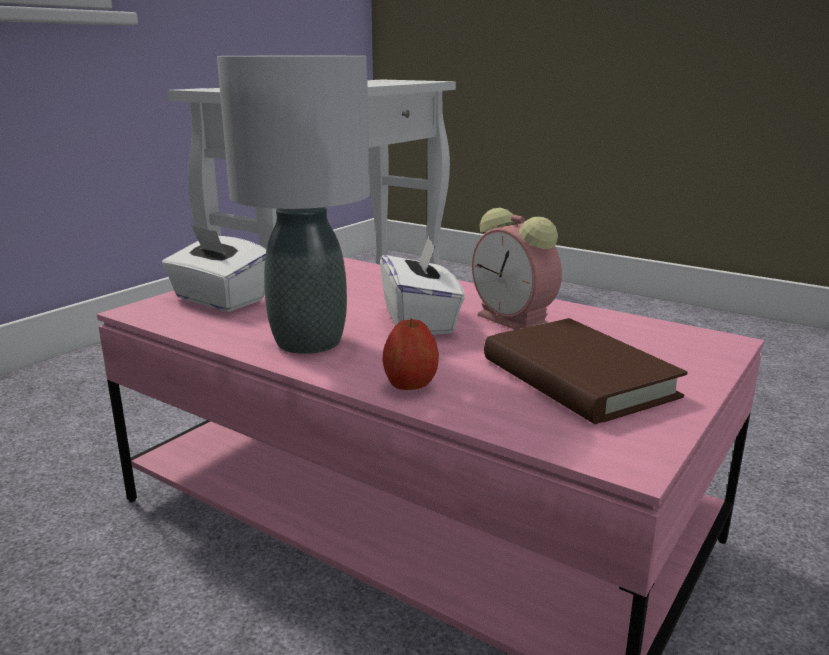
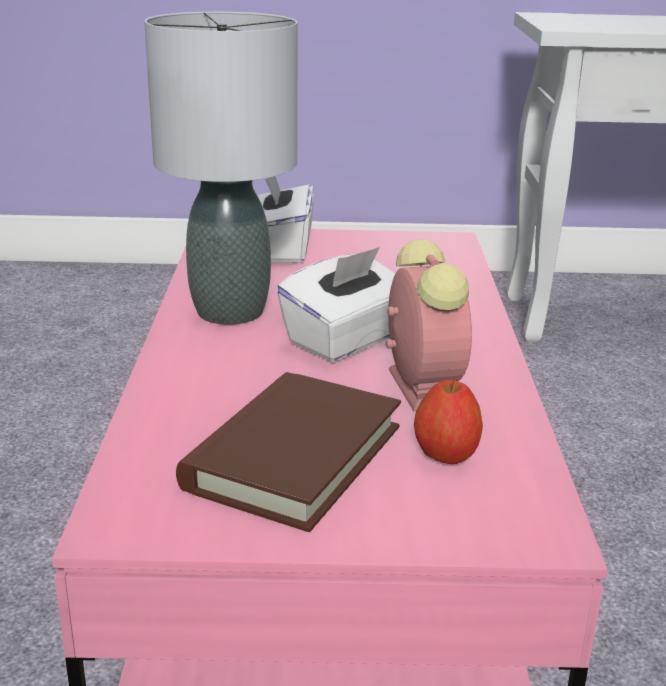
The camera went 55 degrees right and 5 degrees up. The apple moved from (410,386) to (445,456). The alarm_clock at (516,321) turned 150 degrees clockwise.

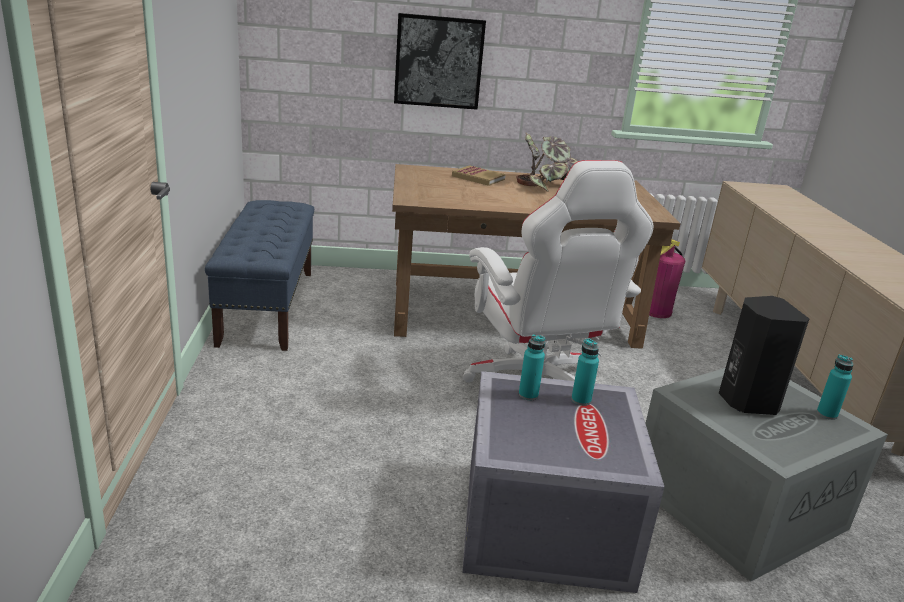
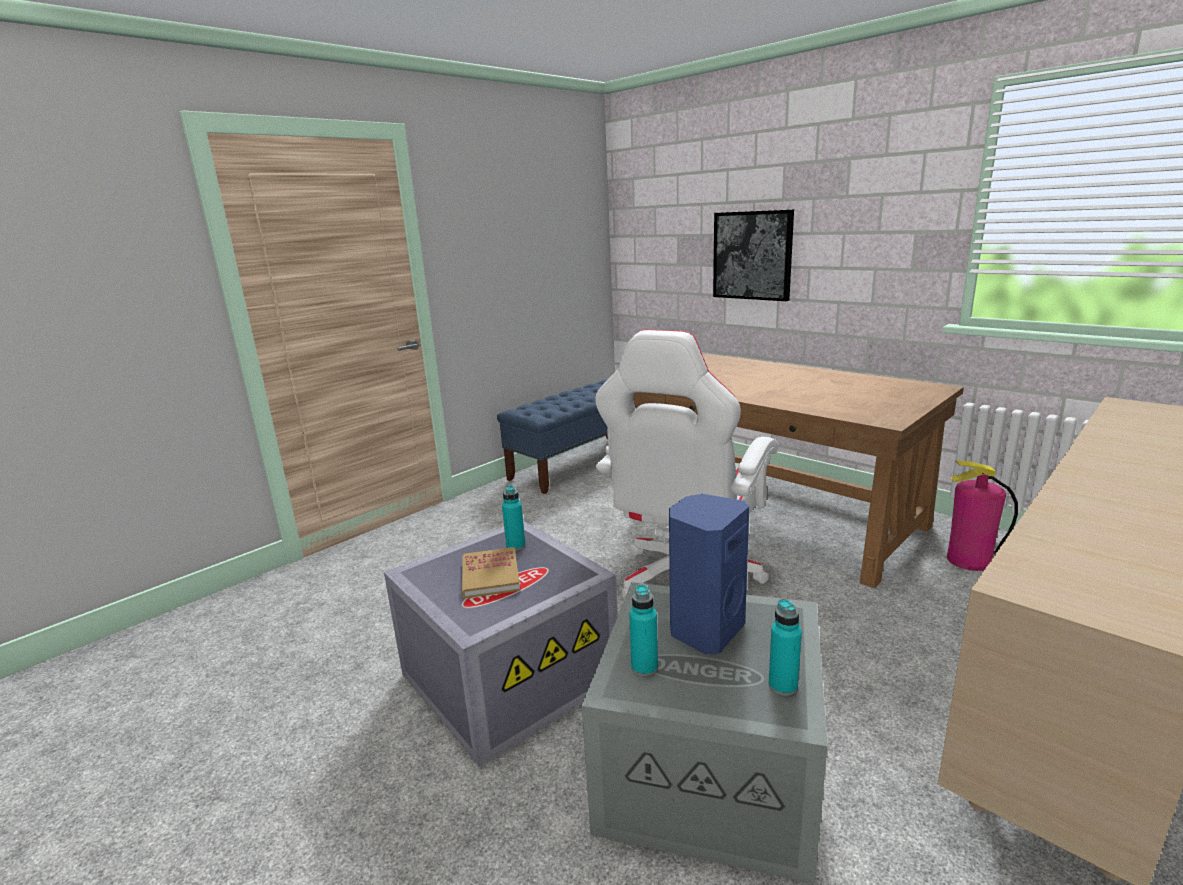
The camera went 50 degrees right and 5 degrees down. The potted_plant at (547,186) disappeared. The book moved from (478,178) to (490,575). The turquoise_bottle moved from (581,400) to (644,667). The black_speaker at (745,401) became the blue_speaker at (704,630).

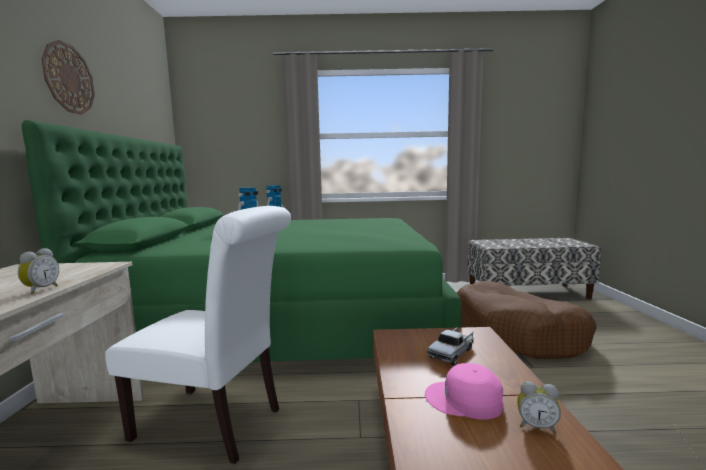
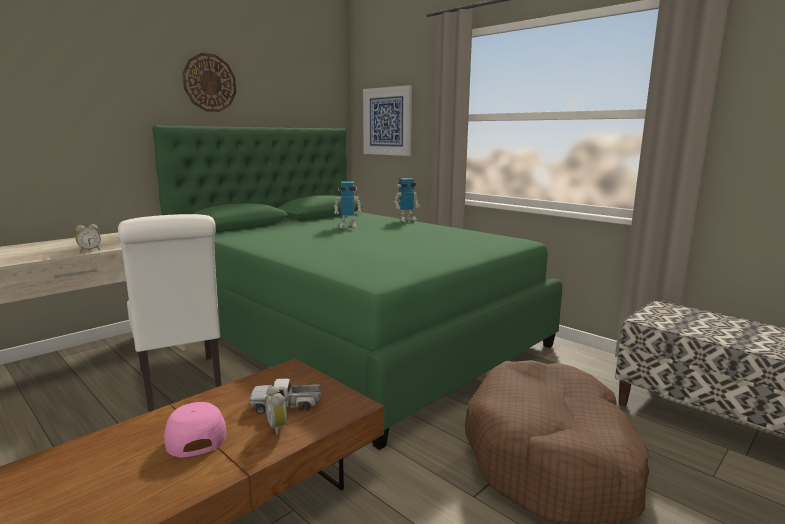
The camera went 45 degrees right and 5 degrees up. The picture at (387,121) appeared. The alarm_clock moved from (536,426) to (278,427).

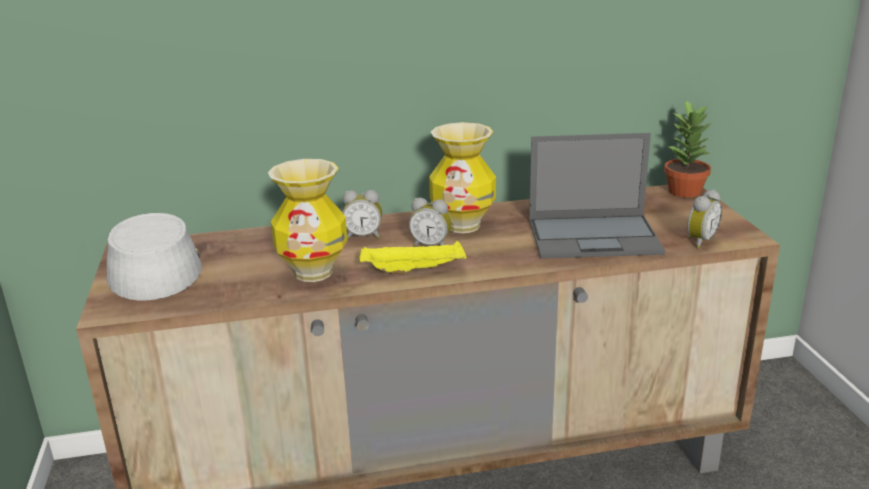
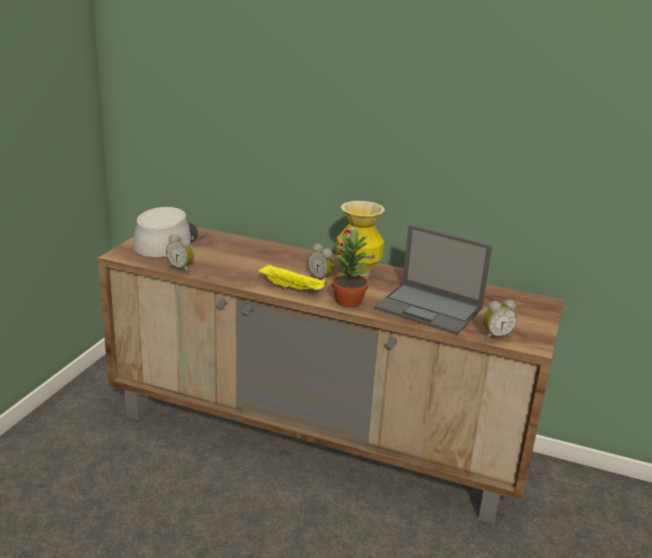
The camera went 30 degrees right and 0 degrees up. The vase at (314,273) disappeared. The alarm_clock moved from (363,236) to (182,268). The potted_plant moved from (685,191) to (349,301).

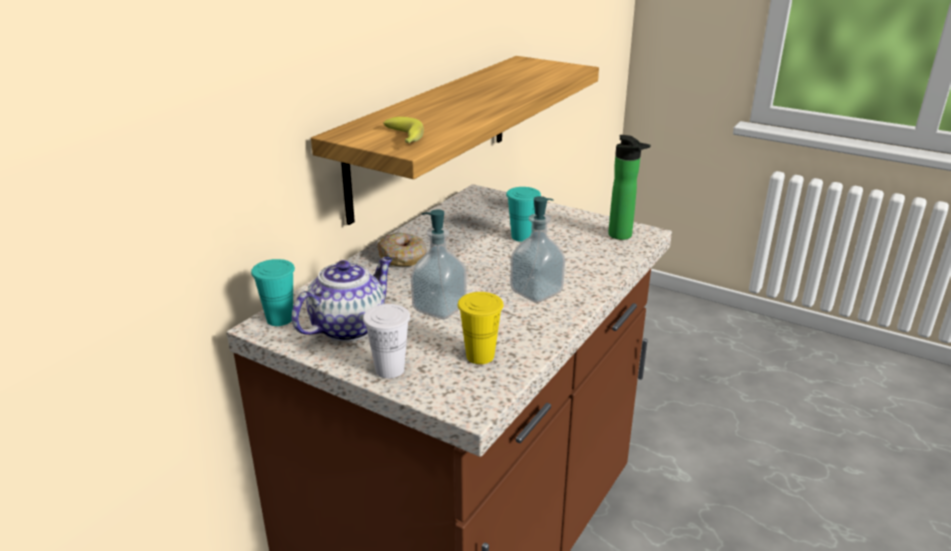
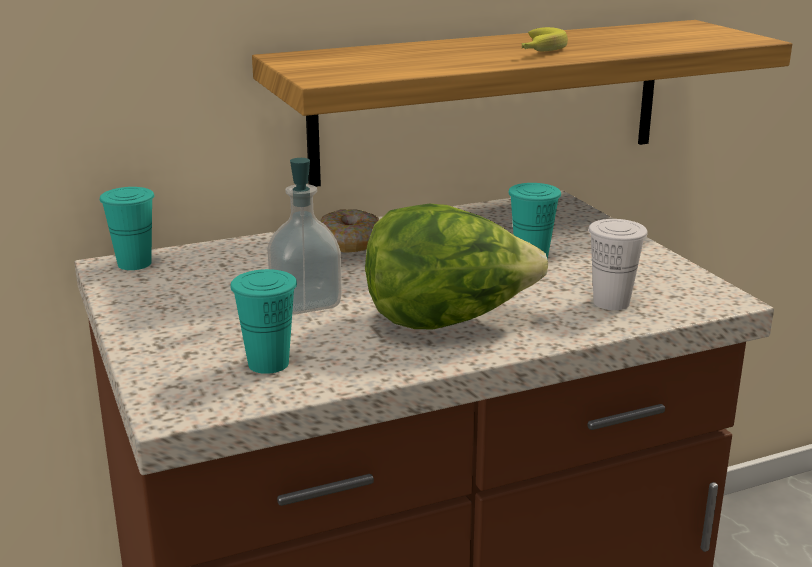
The camera went 35 degrees right and 5 degrees down. The teapot at (349,326) disappeared. The bottle at (622,236) disappeared. The white_cup moved from (390,369) to (611,302). The banana moved from (404,139) to (537,50). The soap_dispenser at (536,292) was replaced by the lettuce at (448,321). The yellow_cup at (480,356) became the turquoise_cup at (268,364).

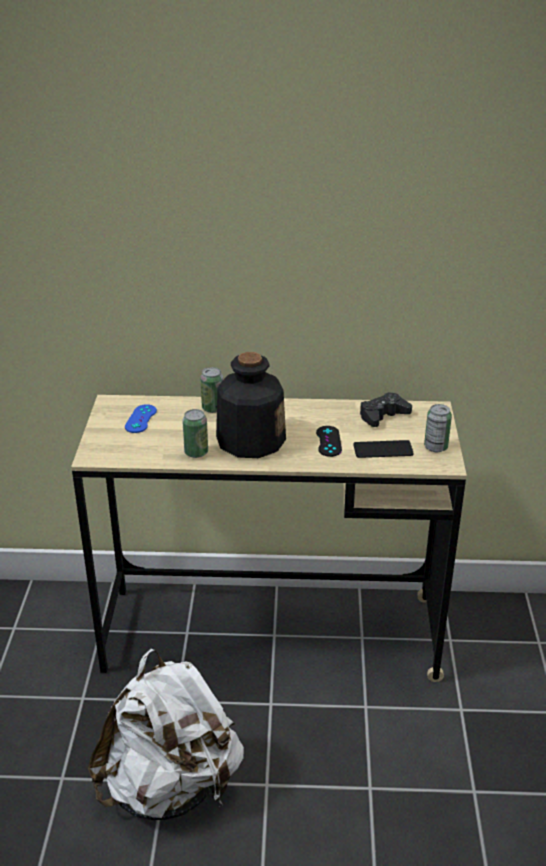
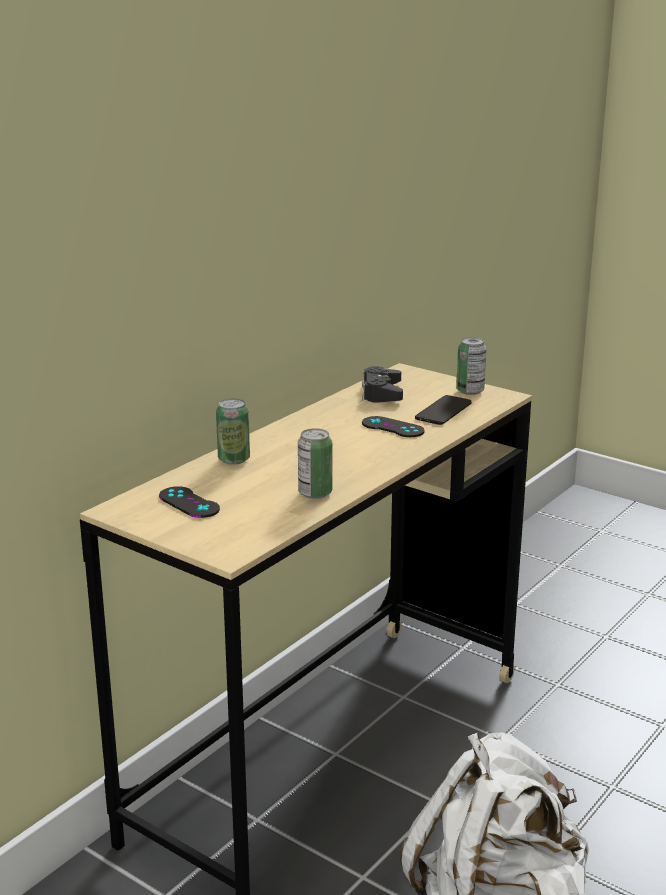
The camera went 55 degrees left and 10 degrees down. The bottle at (250,440) disappeared. The blue_game_controller at (141,419) became the black_game_controller at (189,503).

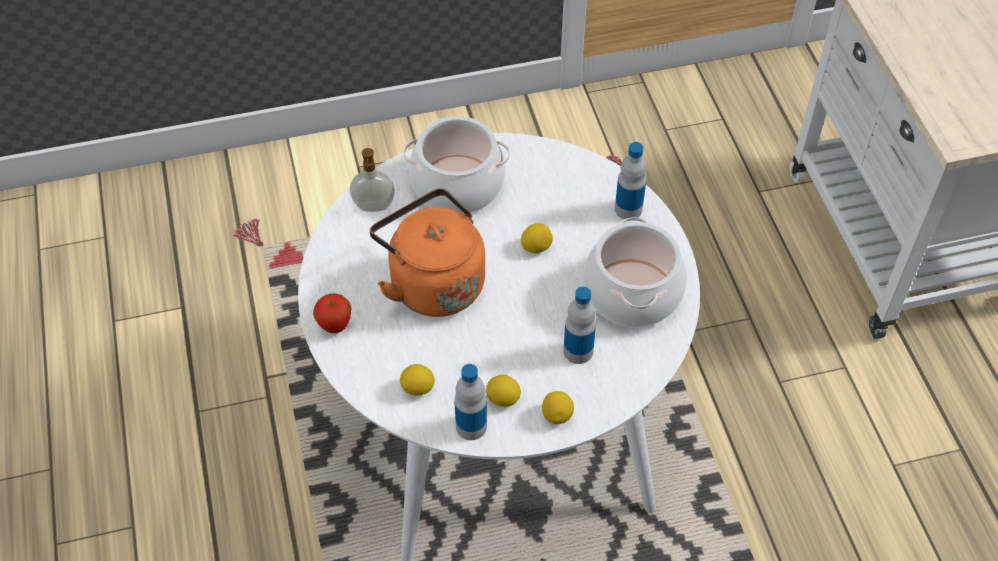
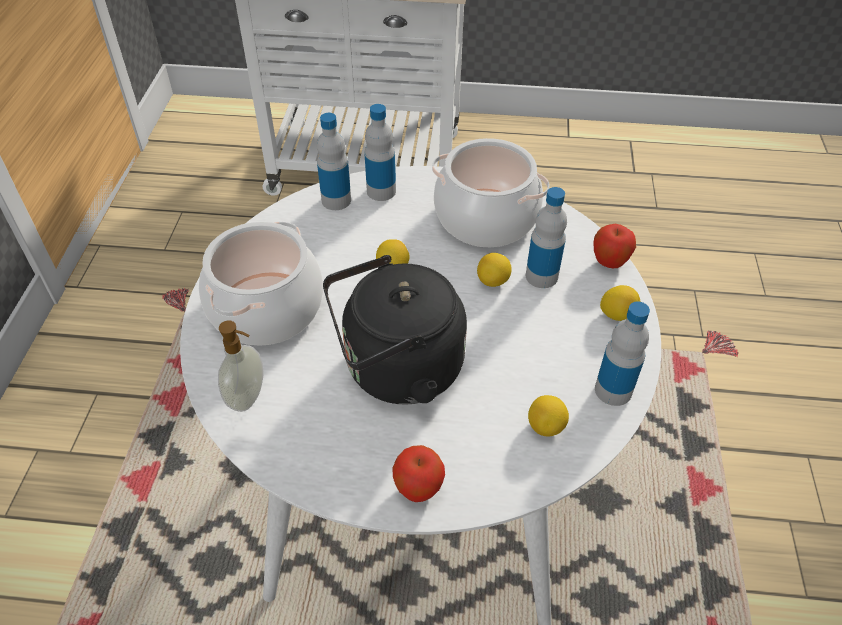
The camera went 70 degrees left and 5 degrees down. The bottle at (336,200) appeared. The apple at (609,263) appeared. The lemon moved from (503,399) to (493,281). The orange_kettle at (432,282) became the black_kettle at (397,370).

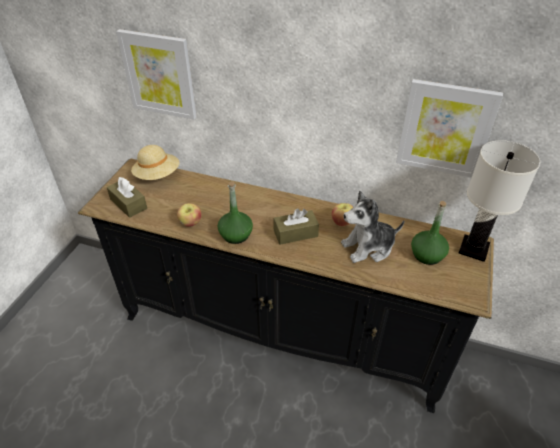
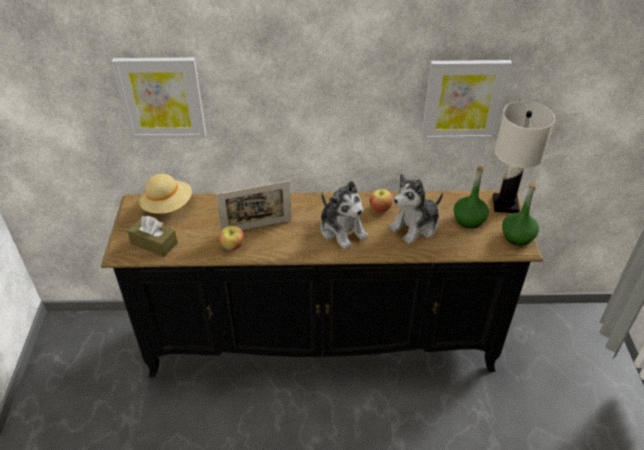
The camera went 20 degrees left and 0 degrees up. The picture_frame at (257,226) appeared. The green_bottle moved from (236,235) to (517,236). The brown_tissue_box at (295,233) was replaced by the plush_toy at (342,230).

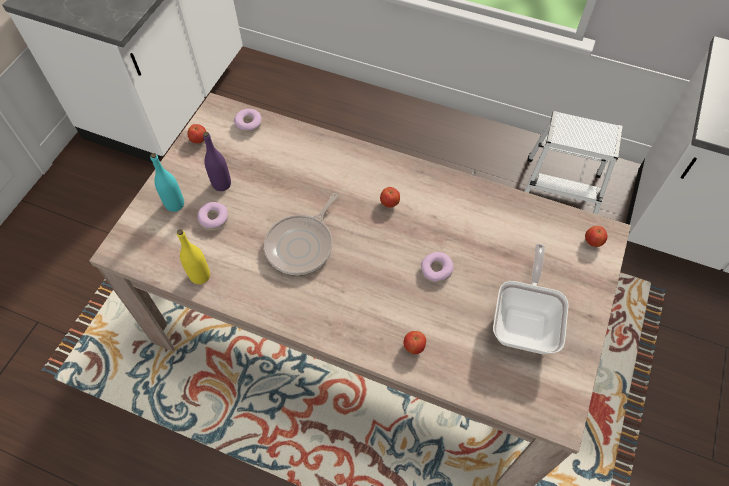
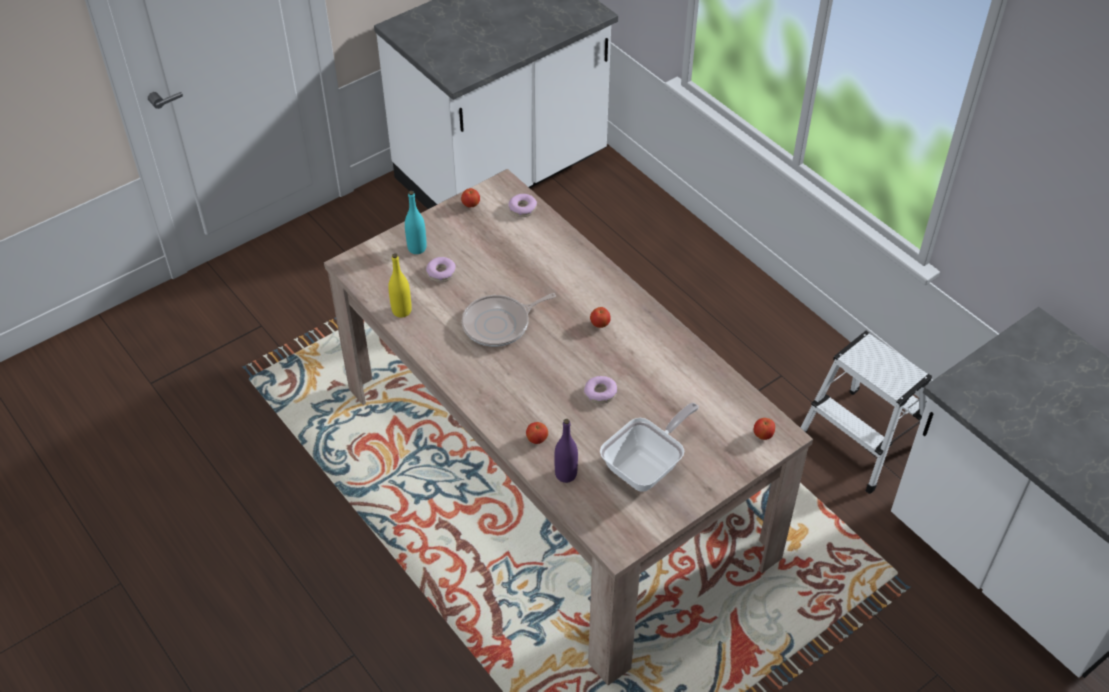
The camera went 30 degrees right and 10 degrees down. The purple_bottle moved from (222,184) to (566,474).

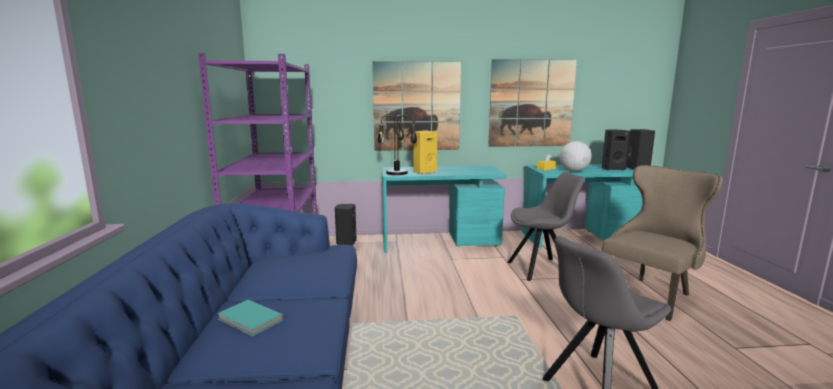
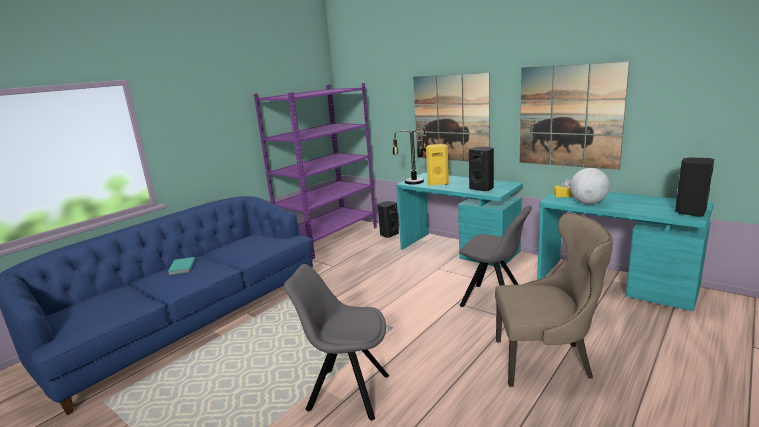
The camera went 45 degrees right and 5 degrees up. The black_speaker moved from (612,169) to (482,188).

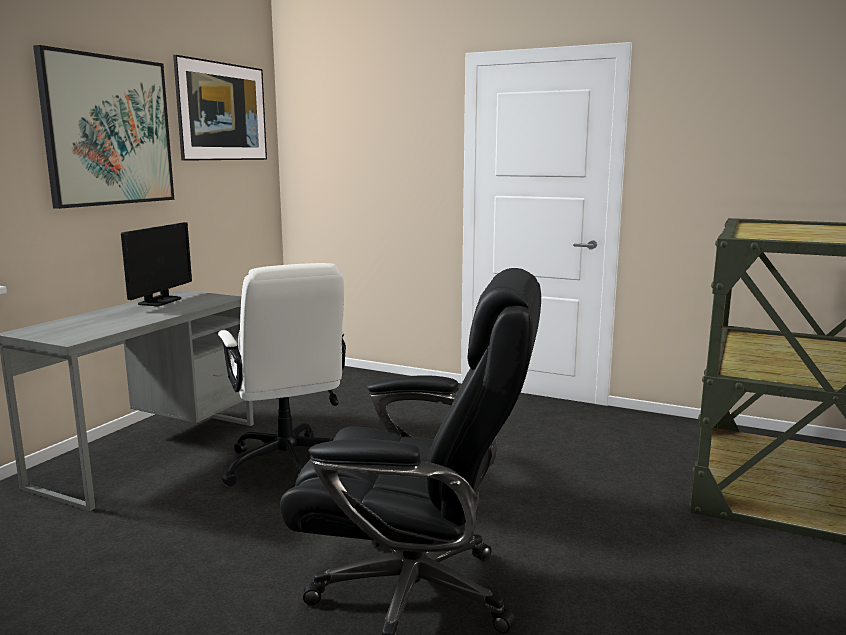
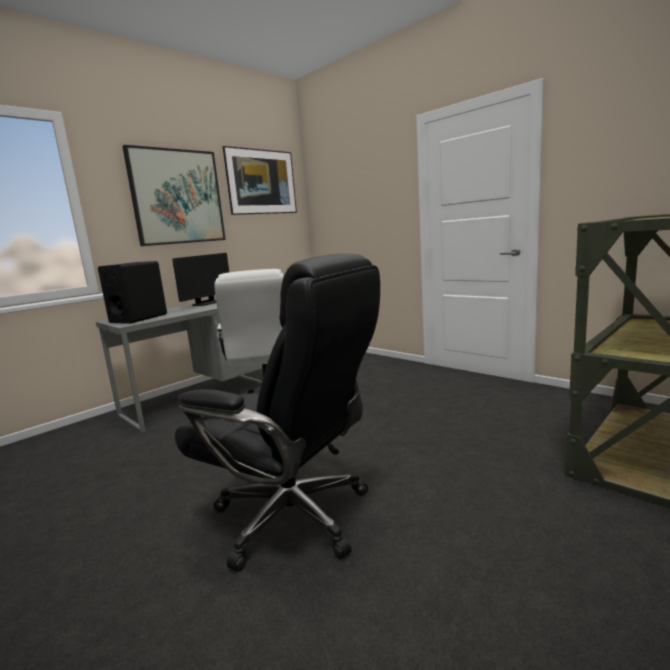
The camera went 20 degrees right and 0 degrees up. The black_speaker at (139,318) appeared.

